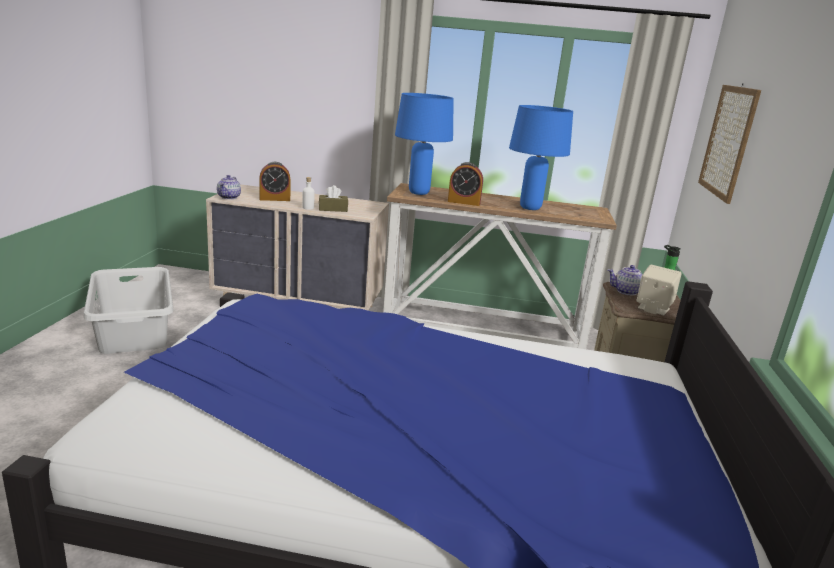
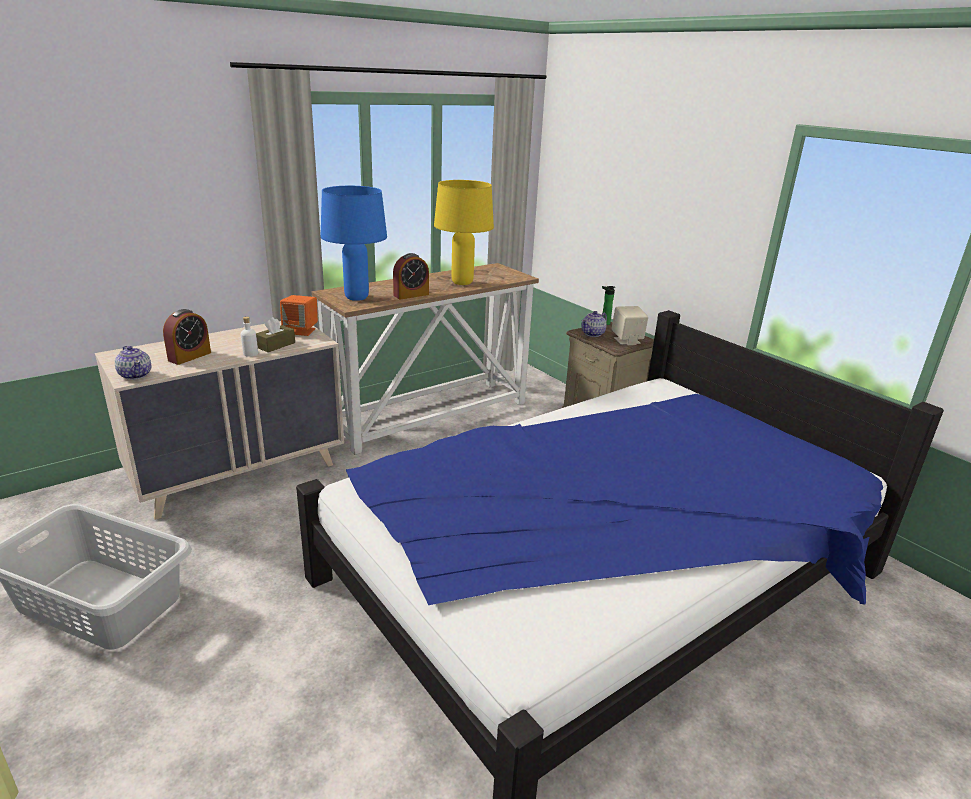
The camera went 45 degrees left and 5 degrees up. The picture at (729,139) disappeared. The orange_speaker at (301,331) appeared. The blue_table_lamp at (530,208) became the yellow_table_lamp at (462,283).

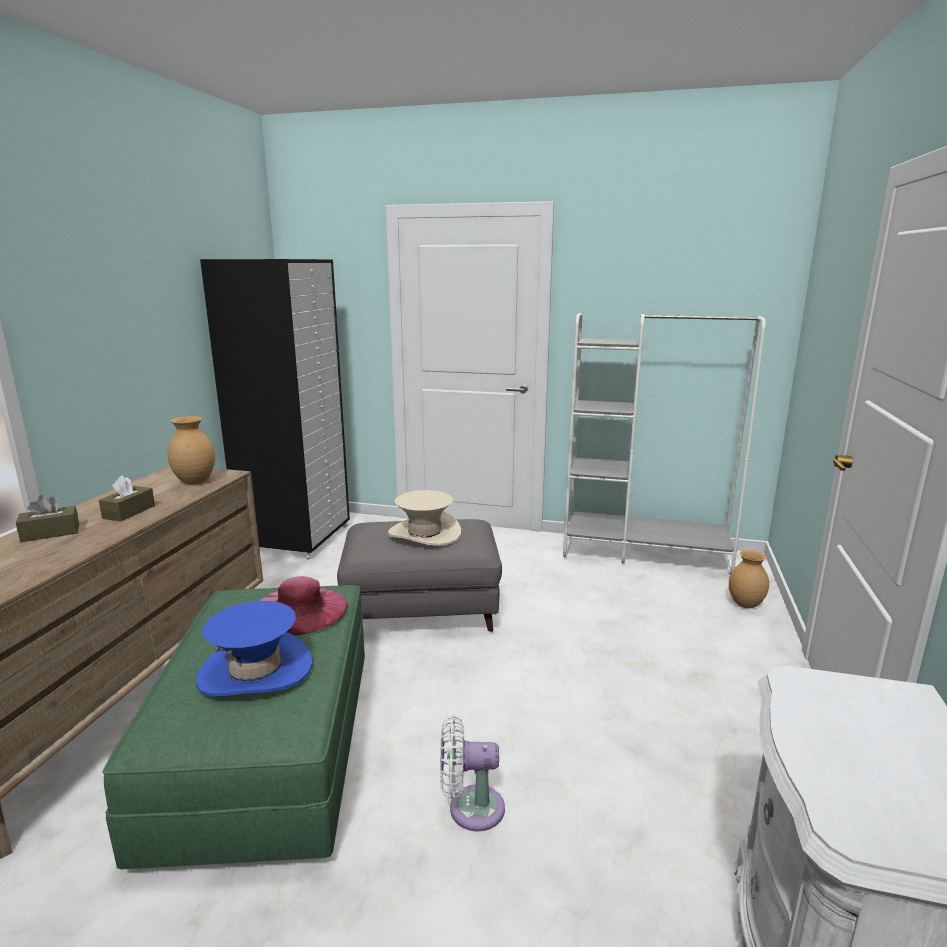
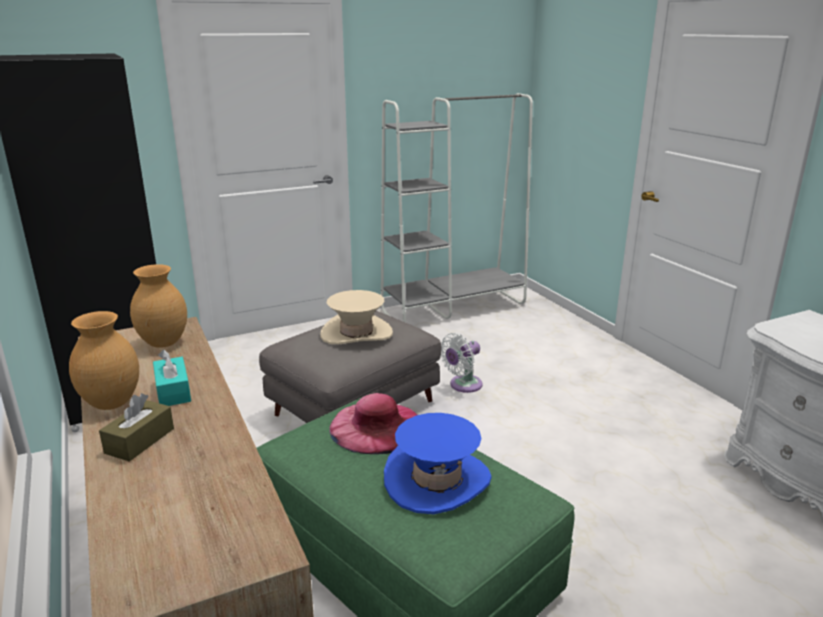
The camera went 40 degrees left and 5 degrees up. The white_fan moved from (470,808) to (463,385). The brown_vase moved from (746,604) to (113,403). The brown_tissue_box at (129,512) became the turquoise_tissue_box at (173,391).

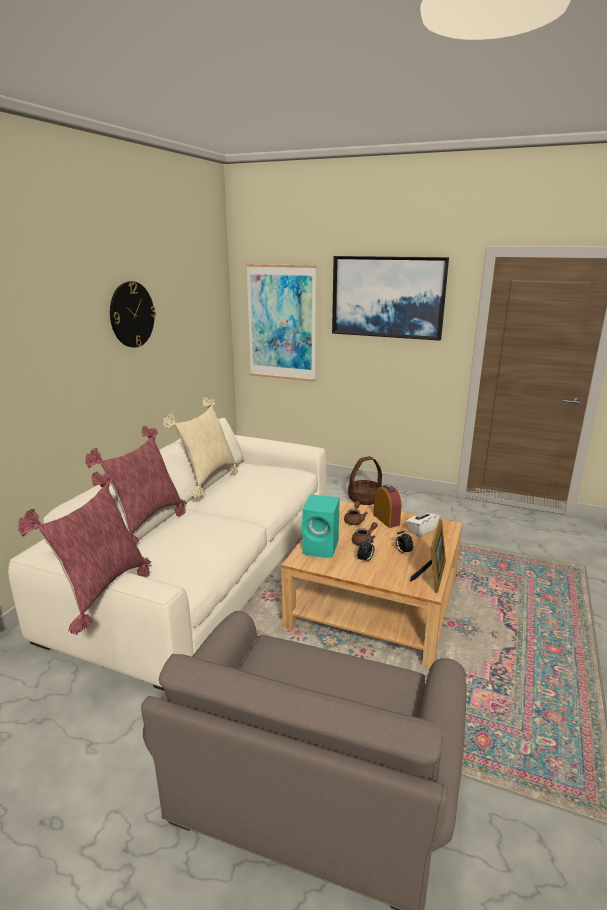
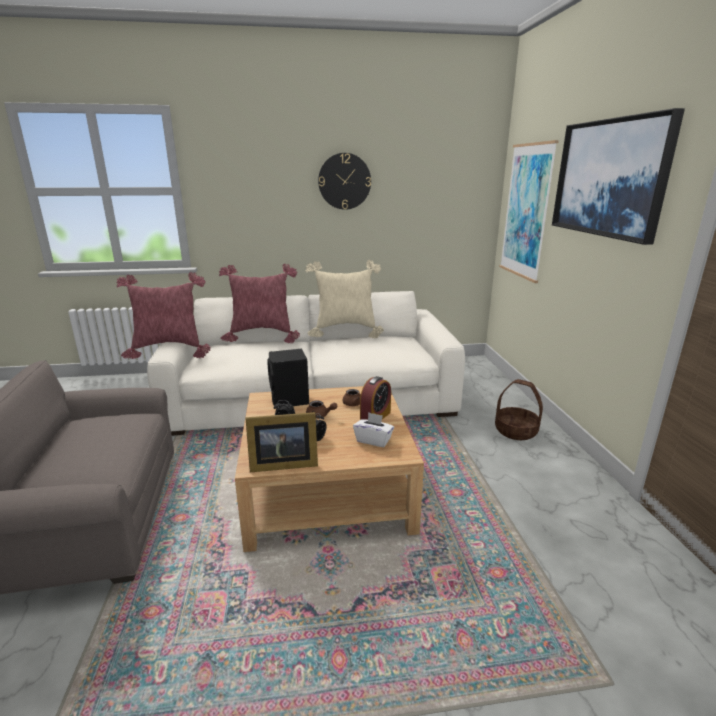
The camera went 60 degrees right and 0 degrees up. The turquoise_speaker at (322,548) became the black_speaker at (290,401).

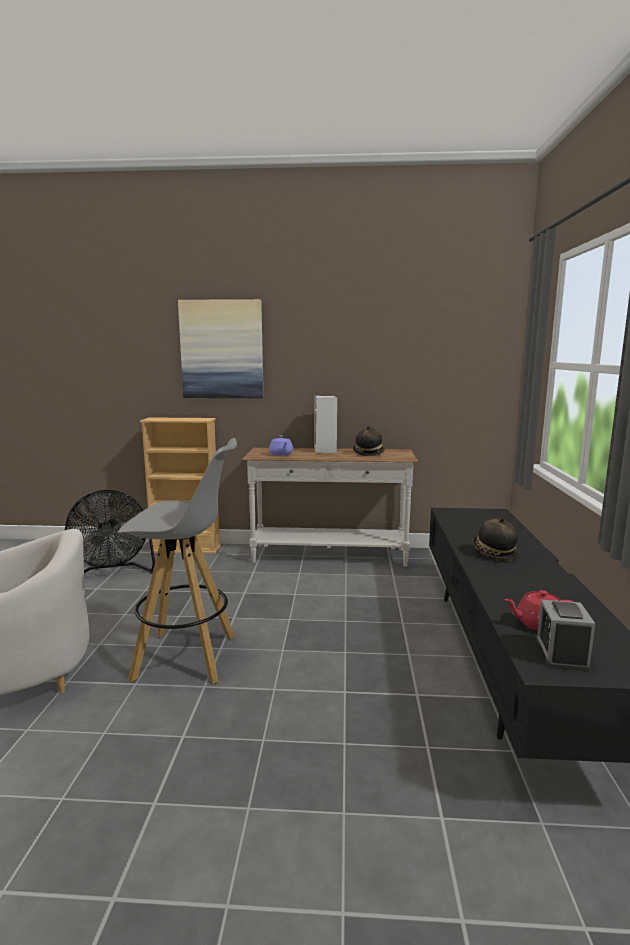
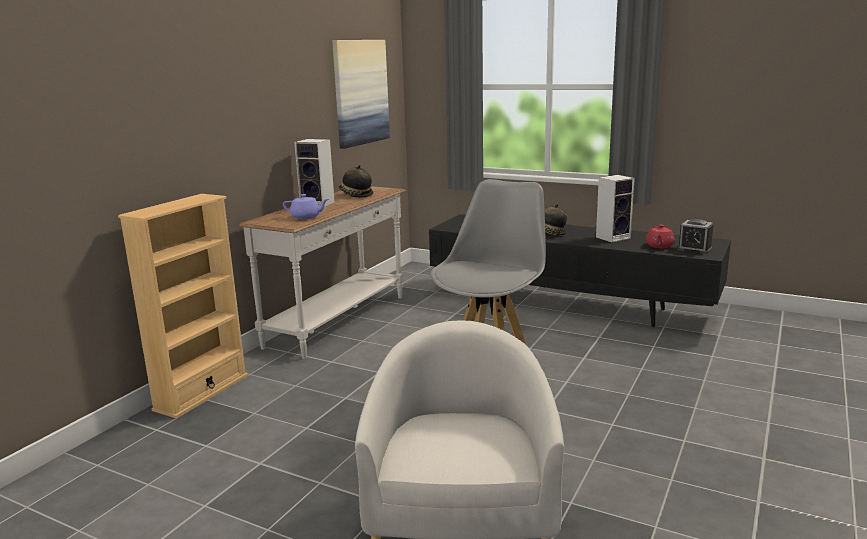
The camera went 65 degrees left and 5 degrees up. The black_fan at (108,572) disappeared. The speaker at (613,237) appeared. The picture moved from (222,349) to (360,92).

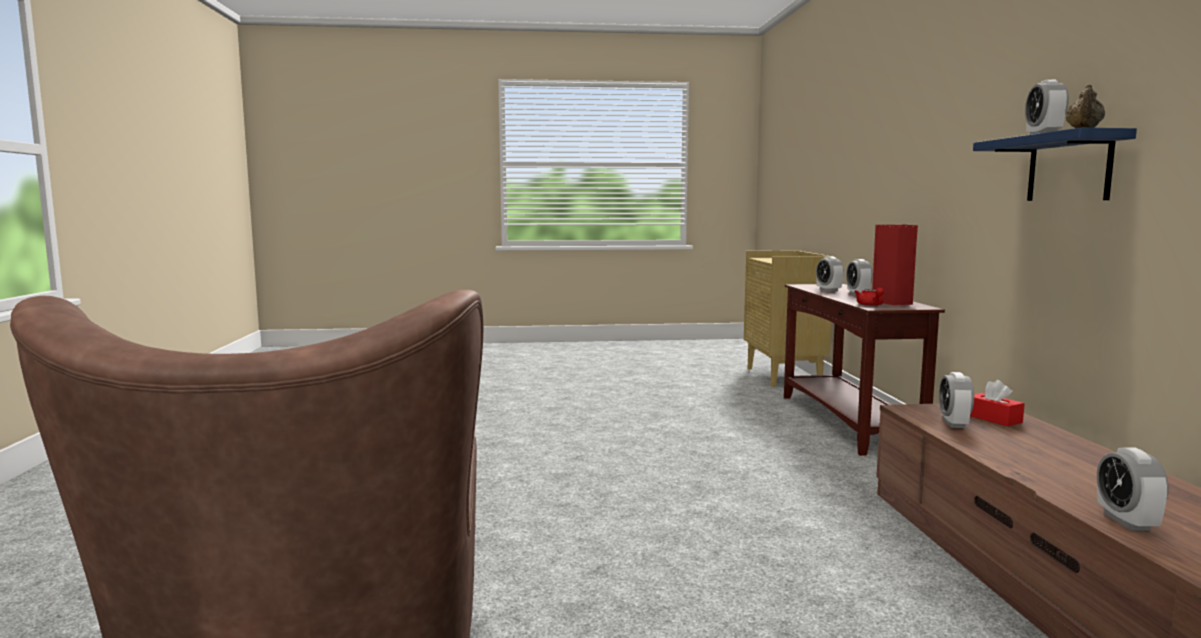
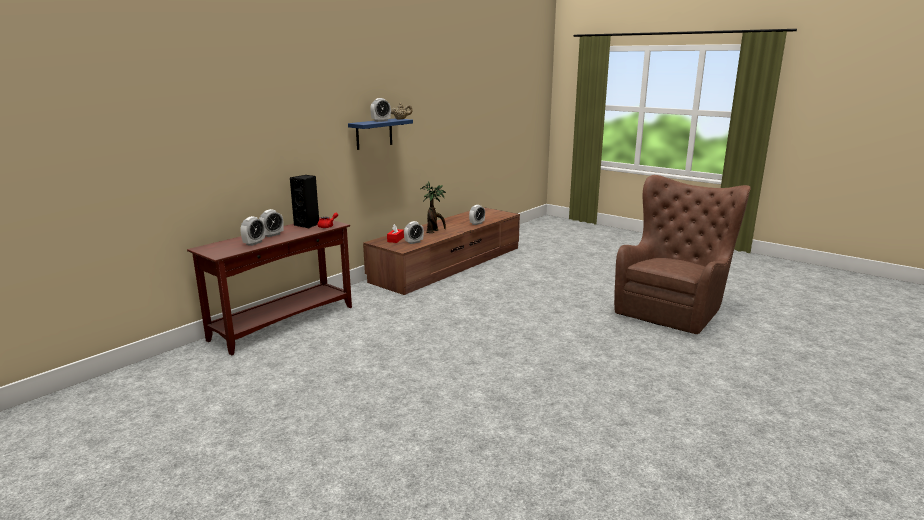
The camera went 135 degrees left and 10 degrees up. The beige_cabinet at (783,377) disappeared. The potted_plant at (434,231) appeared. The red_speaker at (893,303) became the black_speaker at (308,225).

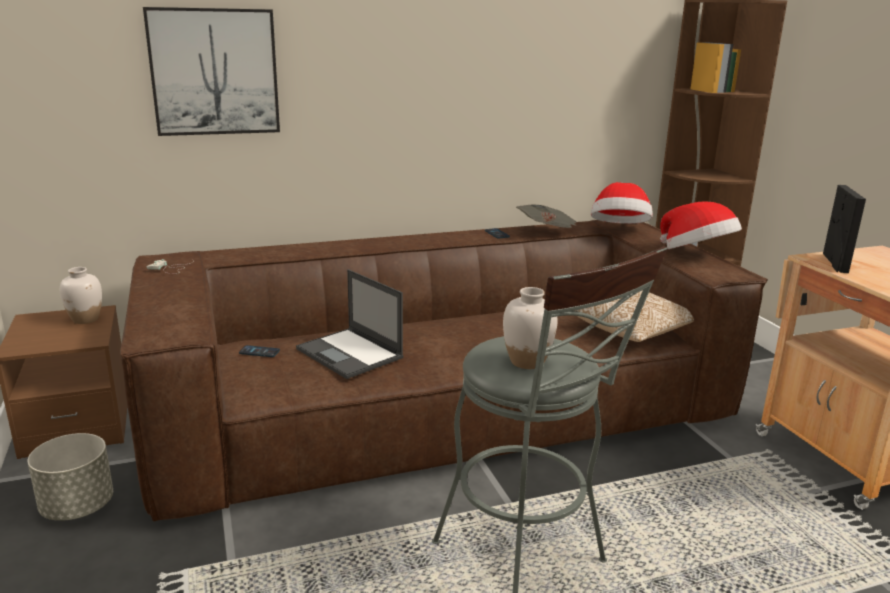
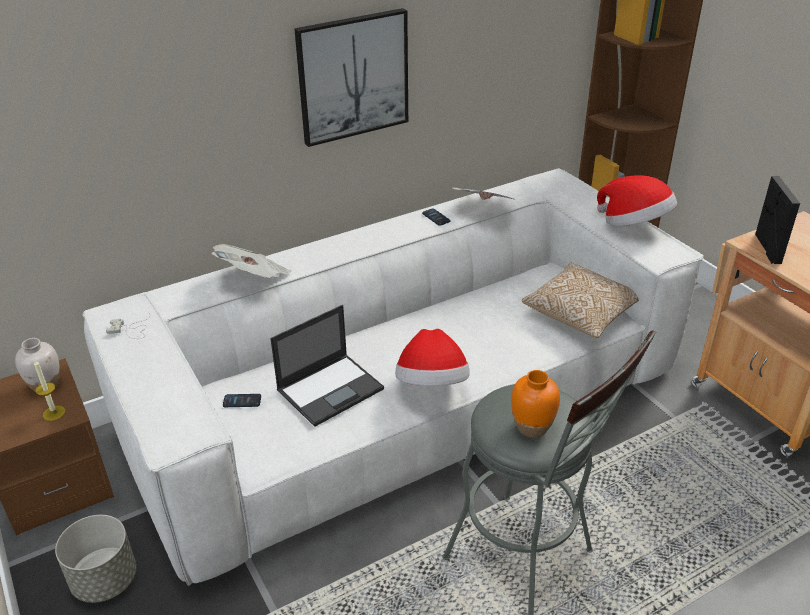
The camera went 10 degrees left and 15 degrees up. The candle at (54,413) appeared. The newspaper at (254,277) appeared. The picture moved from (214,72) to (353,76). The hat moved from (619,229) to (432,385). The brown_sofa at (442,409) became the white_sofa at (406,401). The white_vase at (527,362) became the orange_vase at (531,427). The laptop at (350,354) turned 75 degrees counterclockwise.

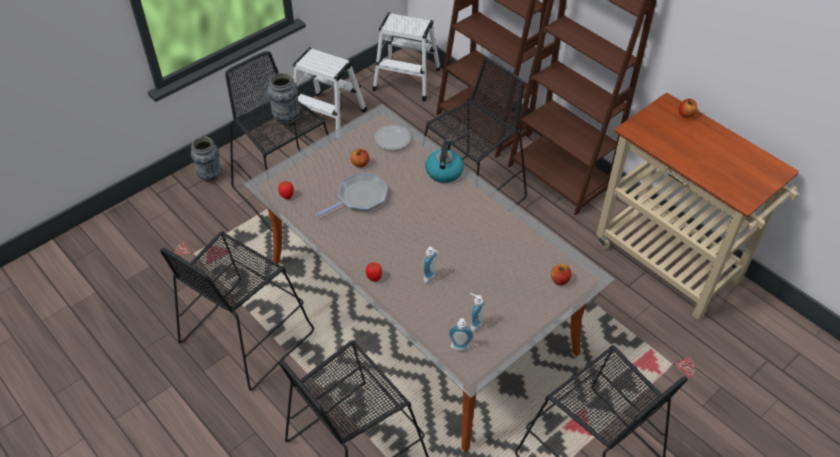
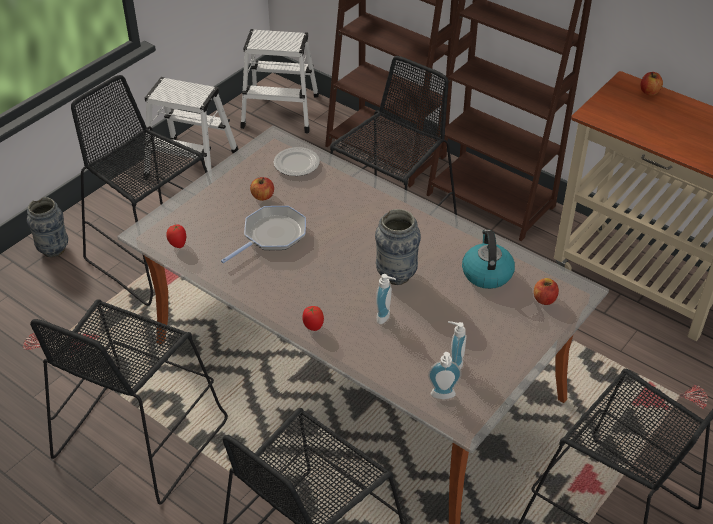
The camera went 10 degrees left and 5 degrees down. The vase moved from (287,118) to (396,275). The kettle moved from (444,171) to (486,273).

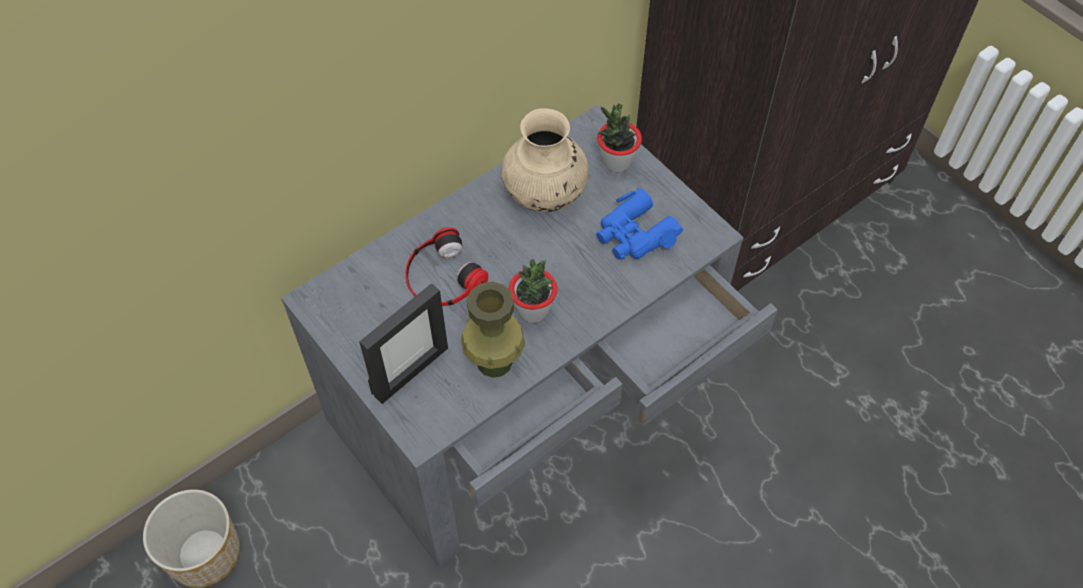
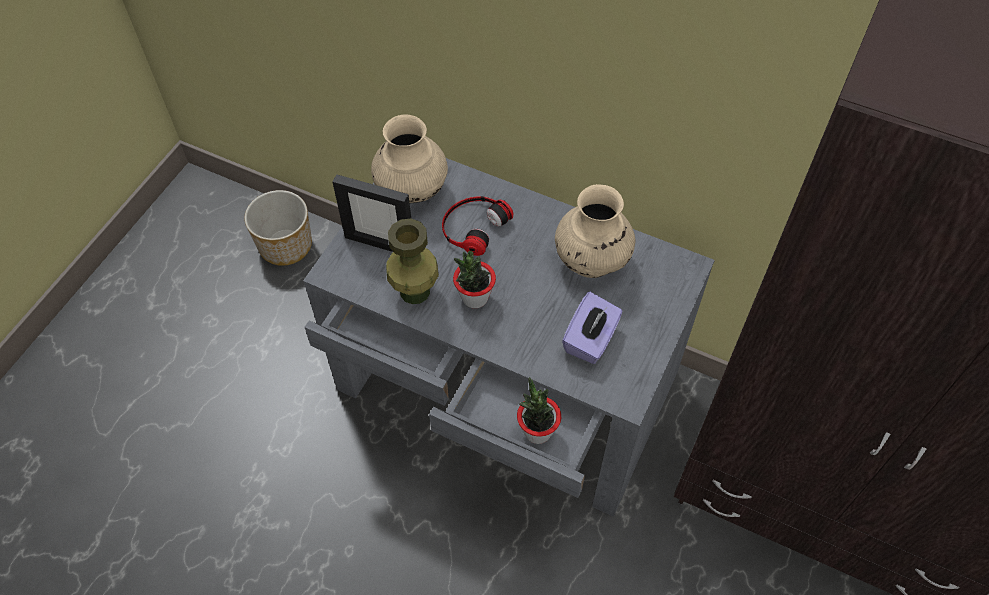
The camera went 65 degrees right and 0 degrees up. The beige_vase at (412,190) appeared. The potted_plant moved from (617,162) to (537,431). The blue_binoculars at (634,234) was replaced by the purple_tissue_box at (590,340).

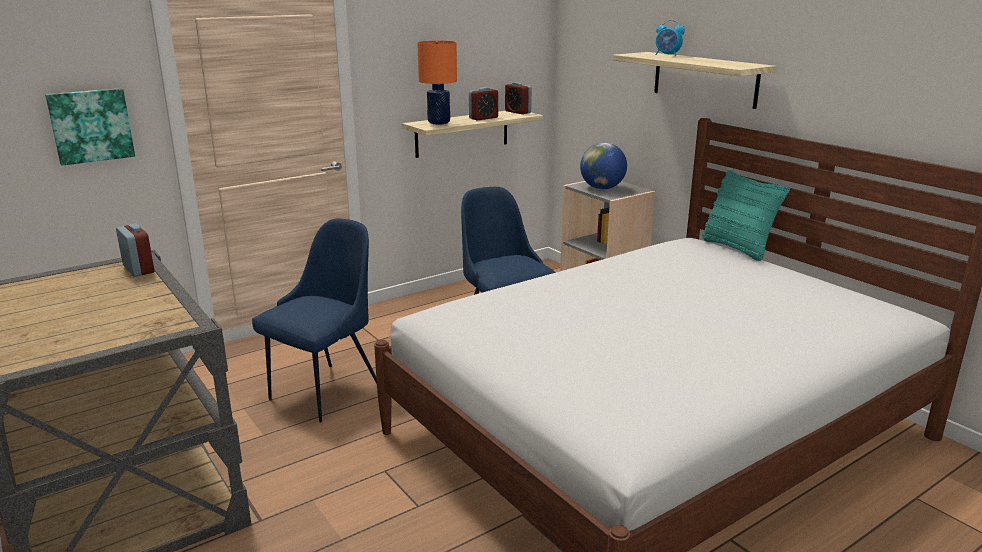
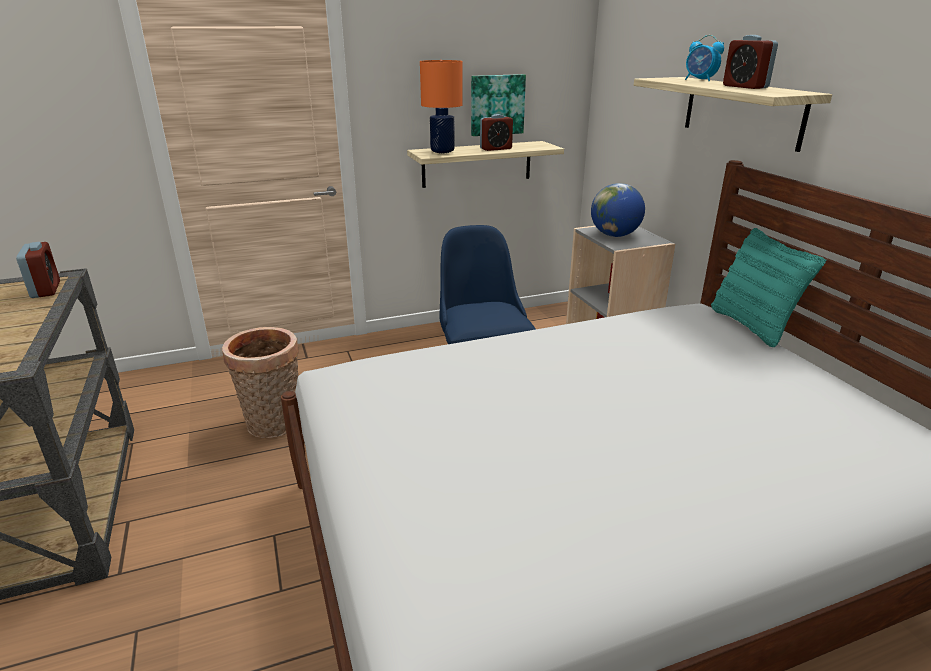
The camera went 15 degrees right and 5 degrees up. The picture moved from (91,125) to (496,105). The alarm_clock moved from (518,112) to (745,87). The blue_chair at (325,391) was replaced by the basket at (274,425).

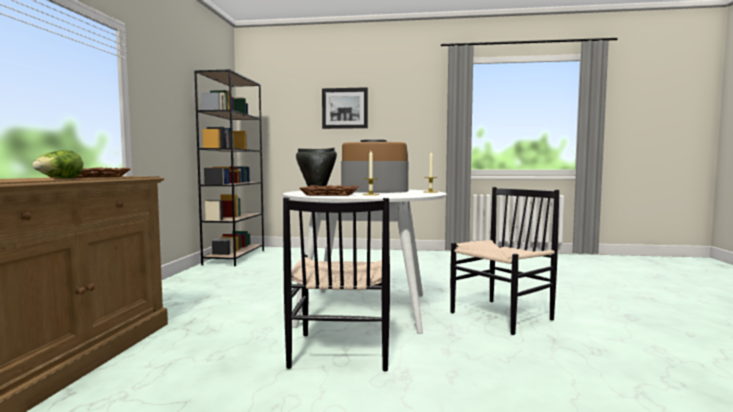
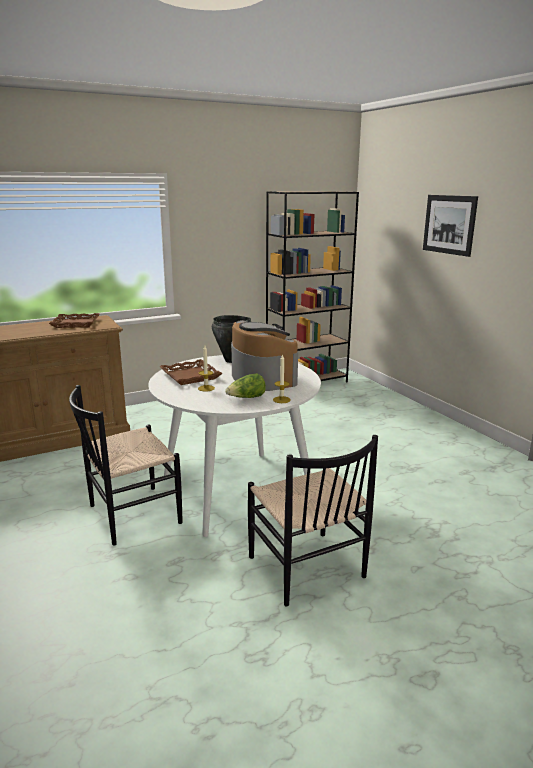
The camera went 55 degrees right and 15 degrees up. The lettuce moved from (59,178) to (246,398). The black_chair at (504,316) turned 45 degrees clockwise.

